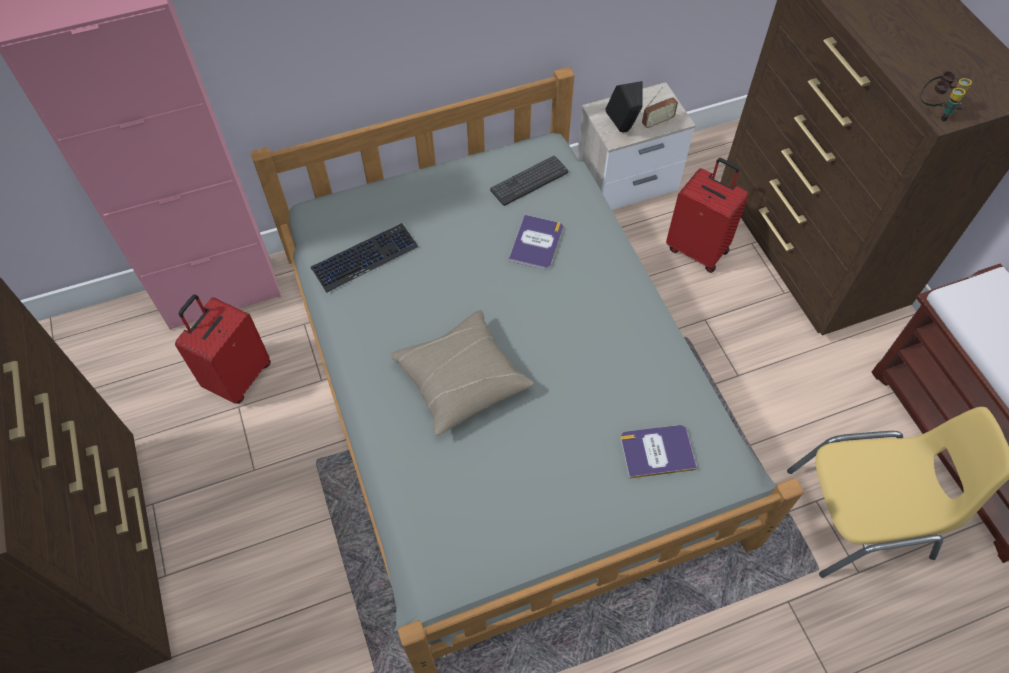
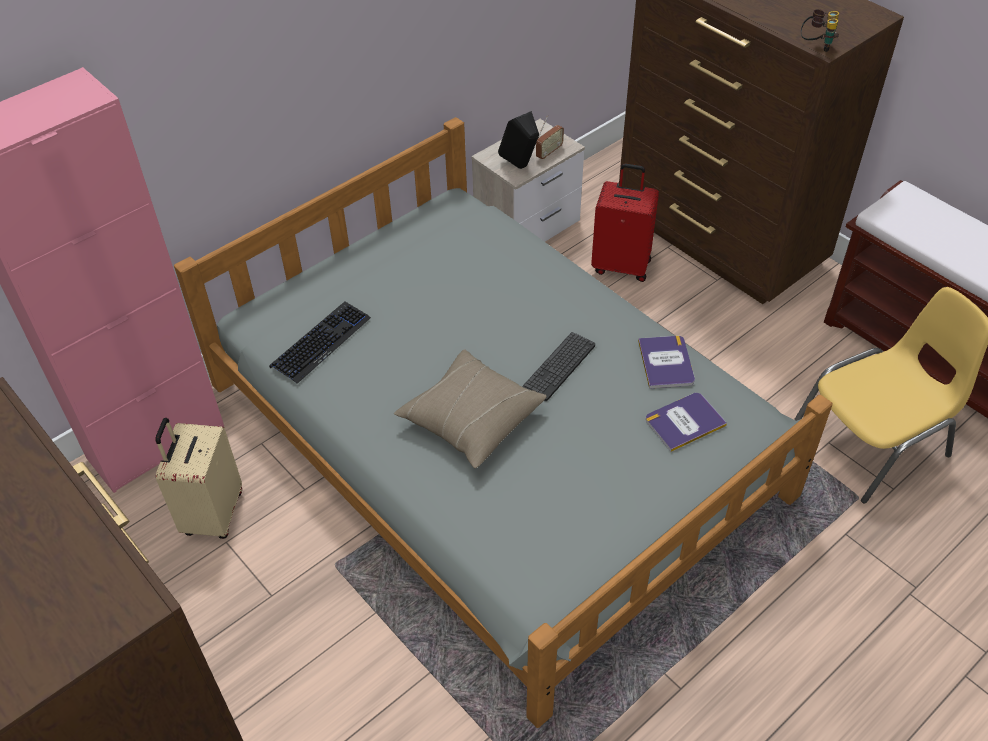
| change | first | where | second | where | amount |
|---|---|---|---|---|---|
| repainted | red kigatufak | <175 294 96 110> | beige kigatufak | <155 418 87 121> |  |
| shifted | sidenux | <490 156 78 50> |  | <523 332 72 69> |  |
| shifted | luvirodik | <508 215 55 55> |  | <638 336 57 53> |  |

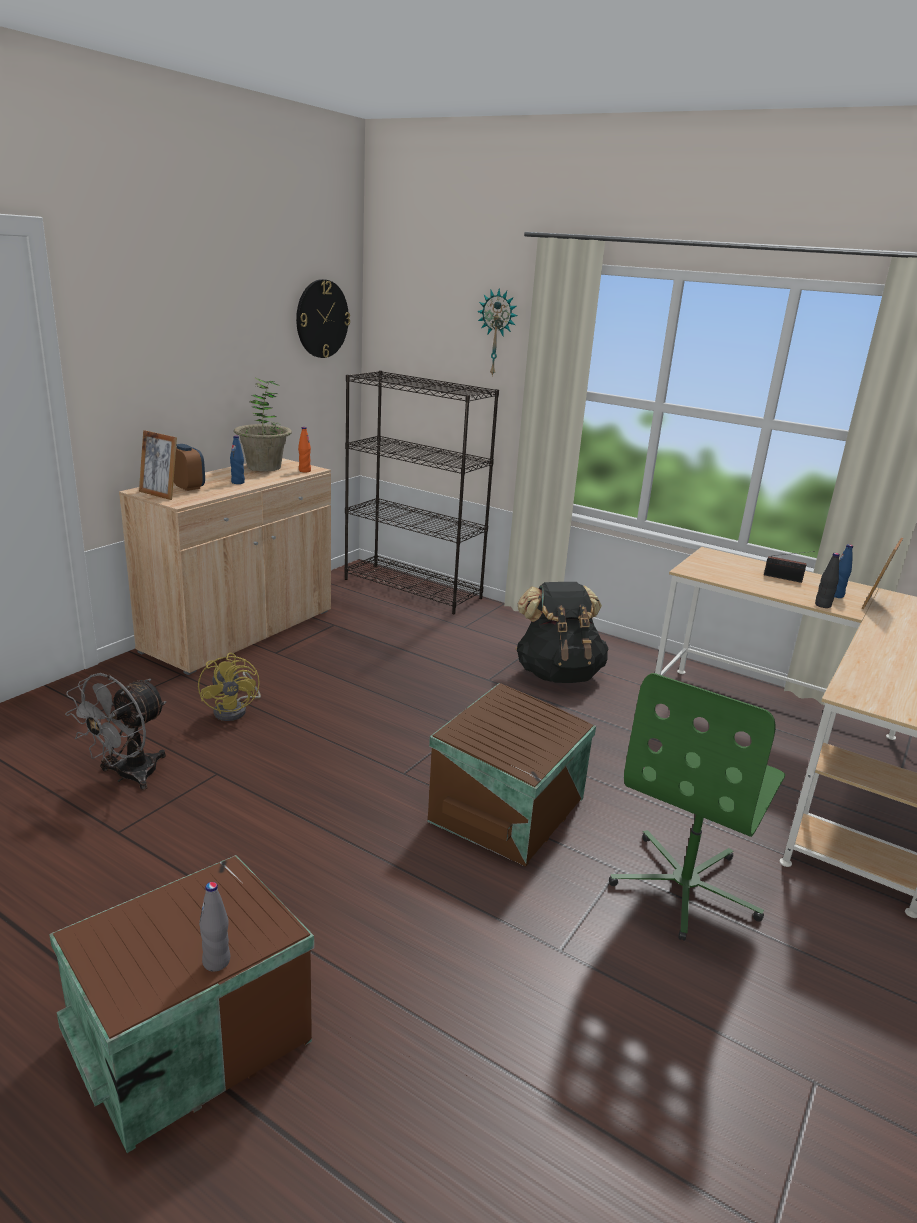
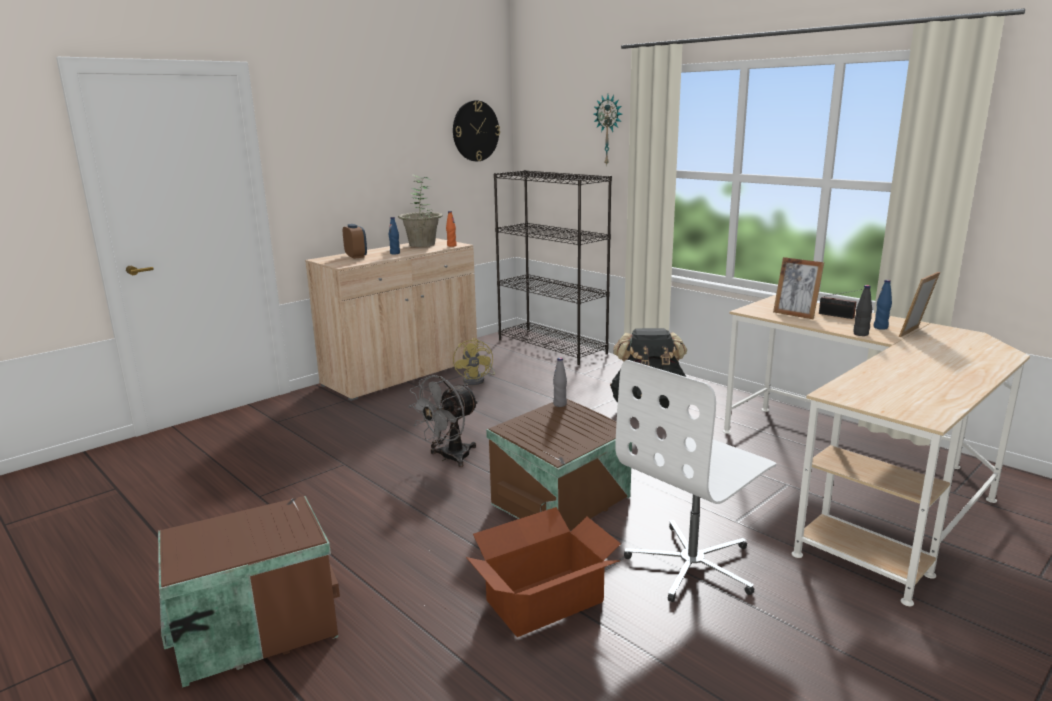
| change | first | where | second | where | amount |
|---|---|---|---|---|---|
| shifted | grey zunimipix | <65 673 102 117> |  | <408 375 71 92> |  |
| shifted | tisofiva | <139 430 38 70> |  | <773 257 51 62> |  |
| shifted | yellow zunimipix | <198 653 63 68> |  | <453 338 42 47> |  |
| shifted | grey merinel | <199 882 31 90> |  | <553 357 14 50> |  |
| repainted | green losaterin | <609 673 176 268> | white losaterin | <615 360 161 242> |  |
| new |  |  | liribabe | <466 507 155 130> |  |

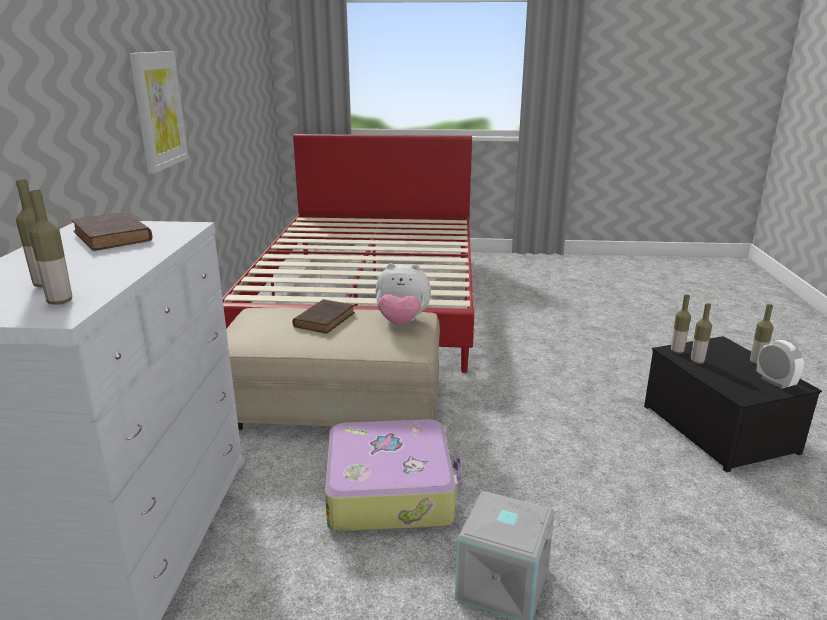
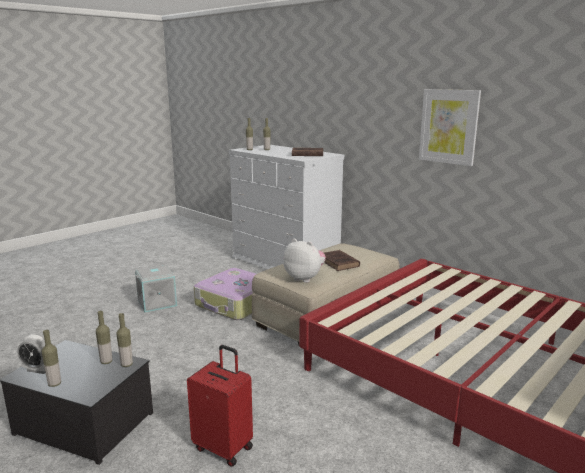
| change | first | where | second | where | amount |
|---|---|---|---|---|---|
| rotated | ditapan | <376 263 55 62> |  | <283 238 43 45> | 75 degrees clockwise |
| new |  |  | red kigatufak | <187 345 66 122> |  |

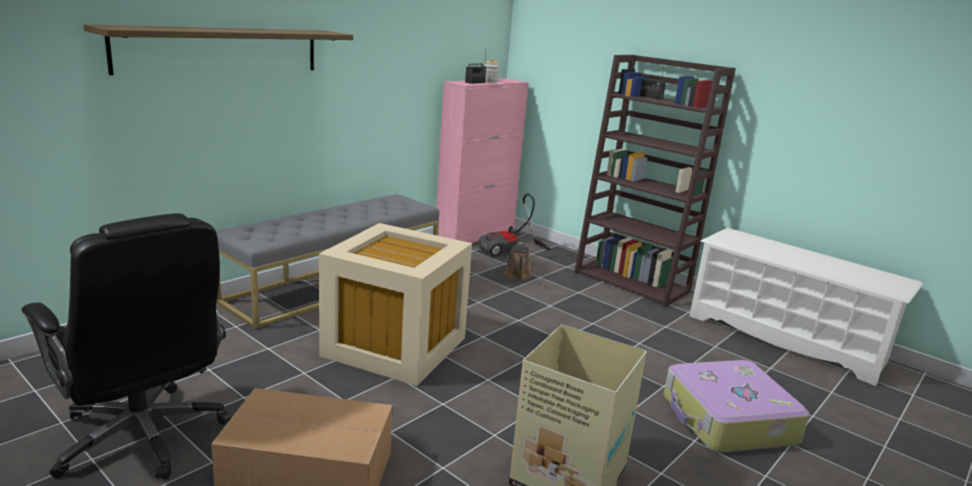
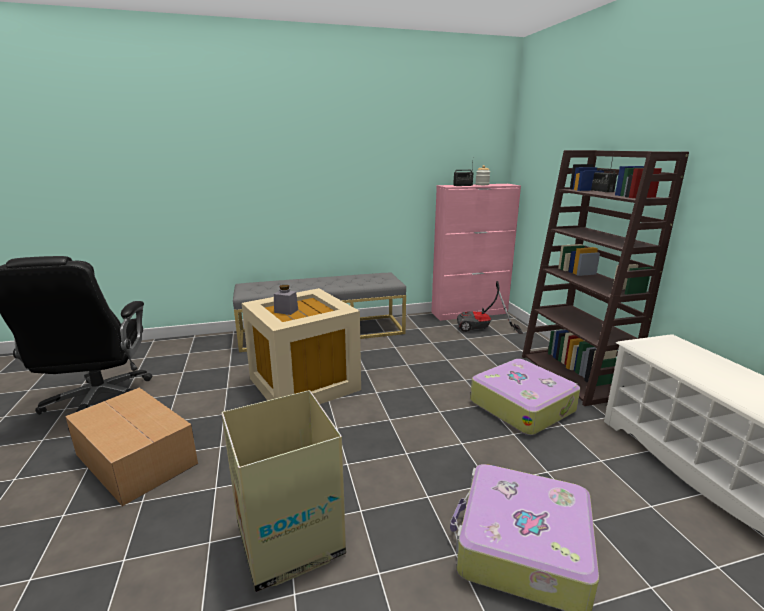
| change | first | where | second | where | amount |
|---|---|---|---|---|---|
| gone | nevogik | <83 24 270 51> |  |  |  |
| gone | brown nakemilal | <504 242 28 39> |  |  |  |
| new |  |  | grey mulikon | <274 285 24 30> |  |
| new |  |  | kigatufak | <470 359 110 76> |  |

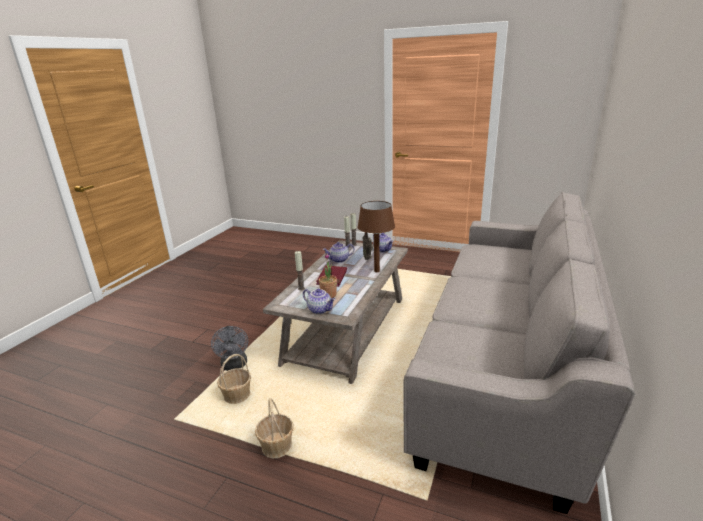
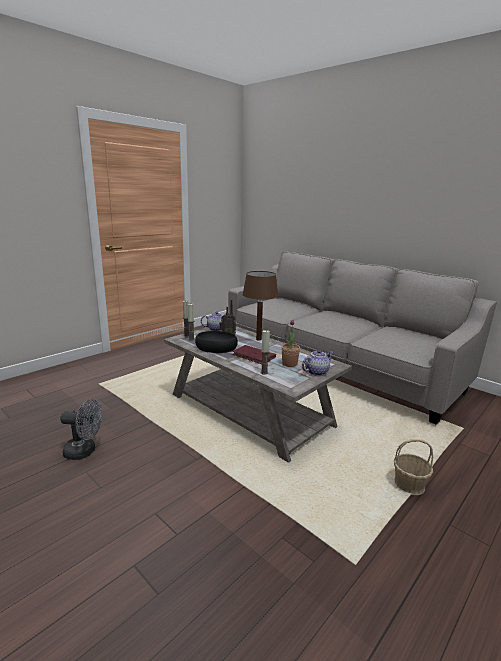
| change | first | where | second | where | amount |
|---|---|---|---|---|---|
| shifted | grey zunimipix | <211 326 37 45> |  | <60 399 42 61> |  |
| gone | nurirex | <217 354 34 50> |  |  |  |
| swapped | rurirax | <323 242 32 21> | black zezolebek | <195 331 43 22> |  |

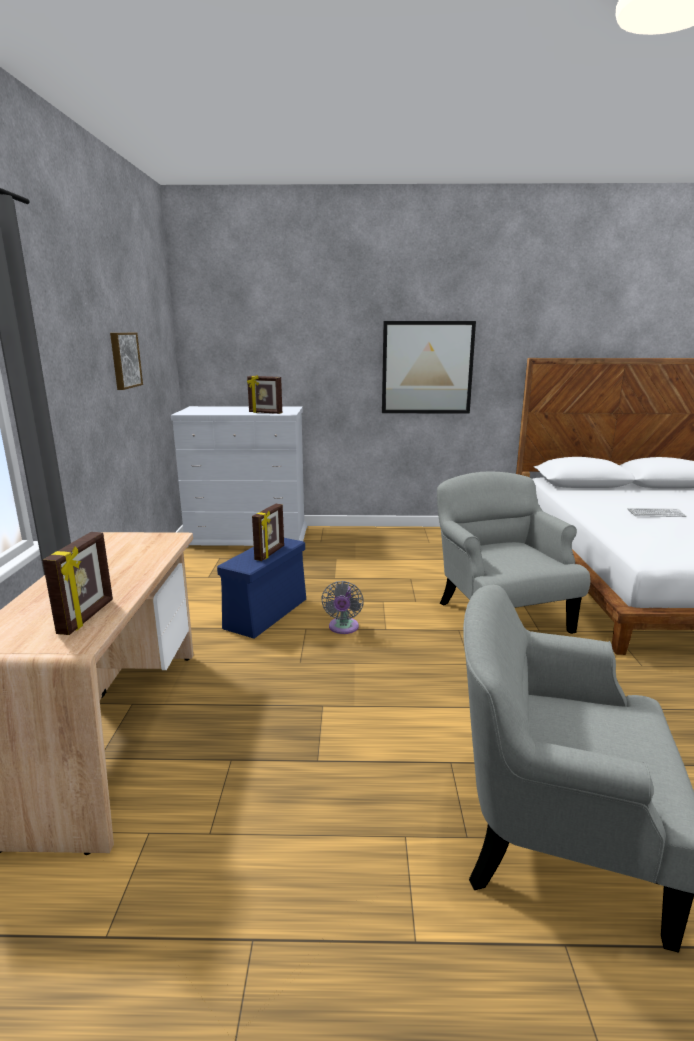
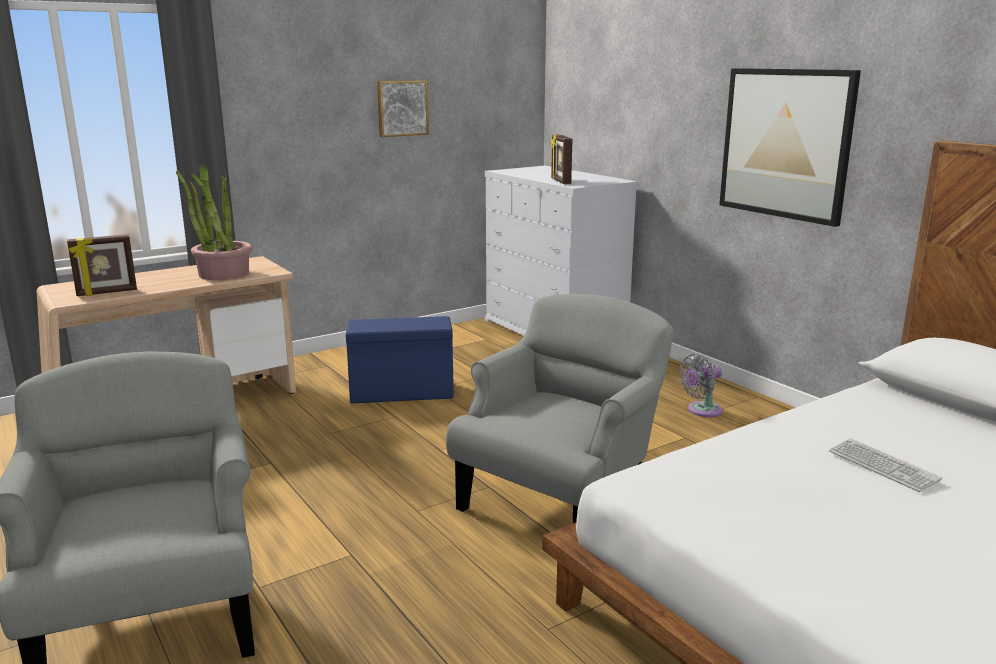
| change | first | where | second | where | amount |
|---|---|---|---|---|---|
| gone | tisofiva | <252 504 32 57> |  |  |  |
| shifted | grey zunimipix | <321 581 43 53> |  | <679 354 44 63> |  |
| new |  |  | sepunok | <176 165 76 115> |  |

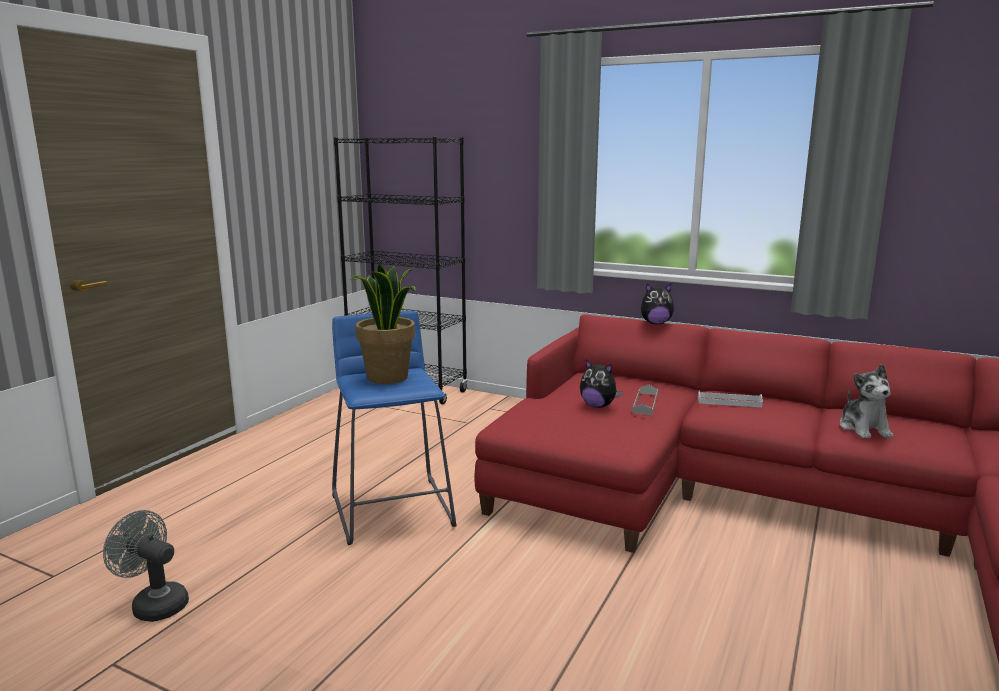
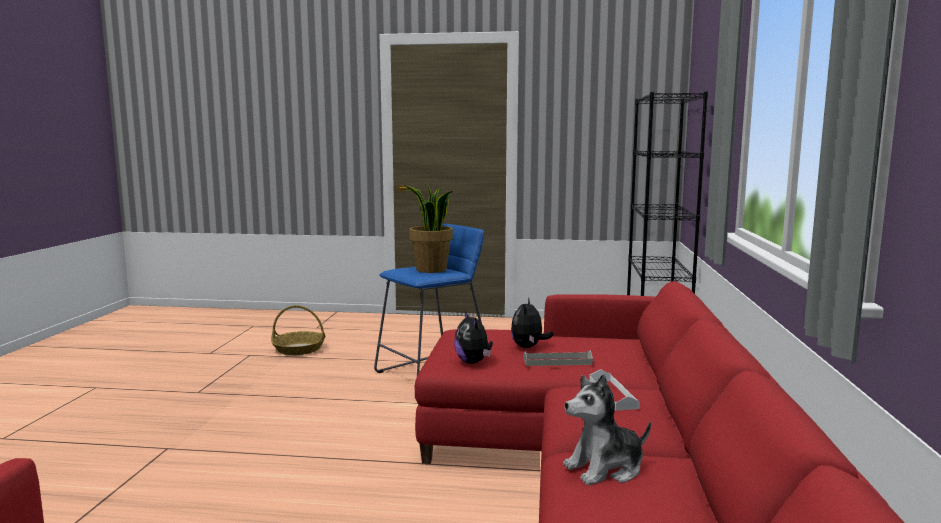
| change | first | where | second | where | amount |
|---|---|---|---|---|---|
| swapped | grey zunimipix | <103 510 86 112> | nurirex | <271 305 54 50> |  |
| shifted | ditapan | <641 284 33 40> |  | <454 311 39 53> |  |

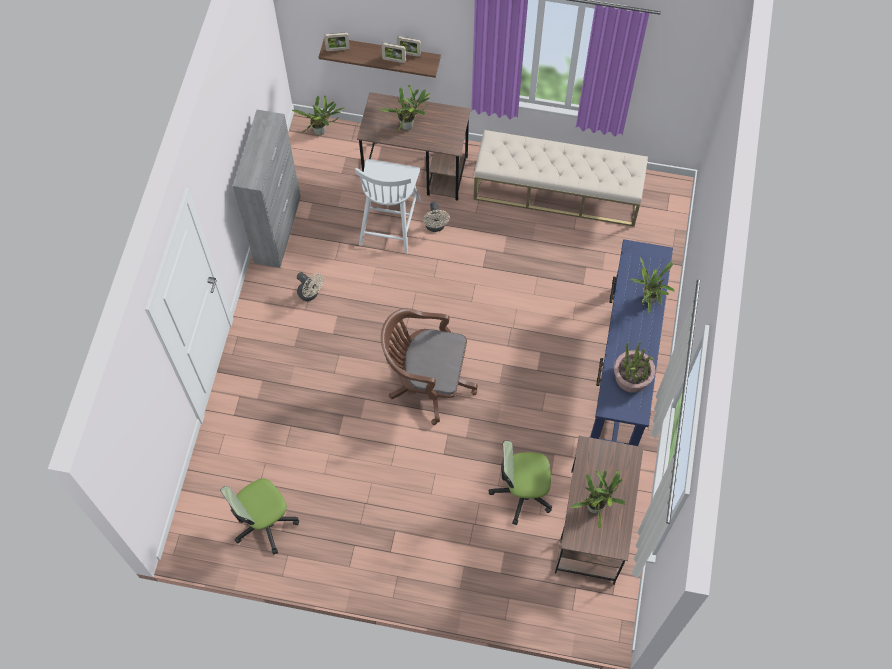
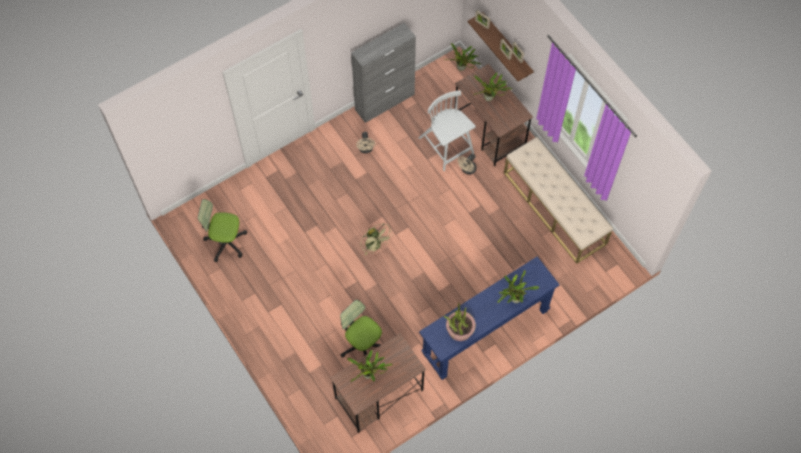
| change | first | where | second | where | amount |
|---|---|---|---|---|---|
| rotated | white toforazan | <355 159 66 95> |  | <419 91 57 80> | 90 degrees clockwise |
| swapped | brown losaterin | <381 308 97 117> | green zunimipix | <360 223 33 32> |  |

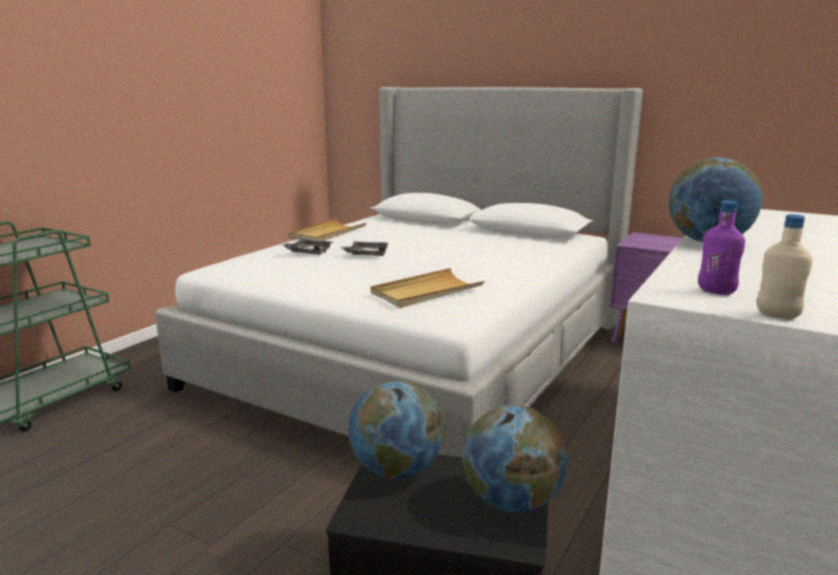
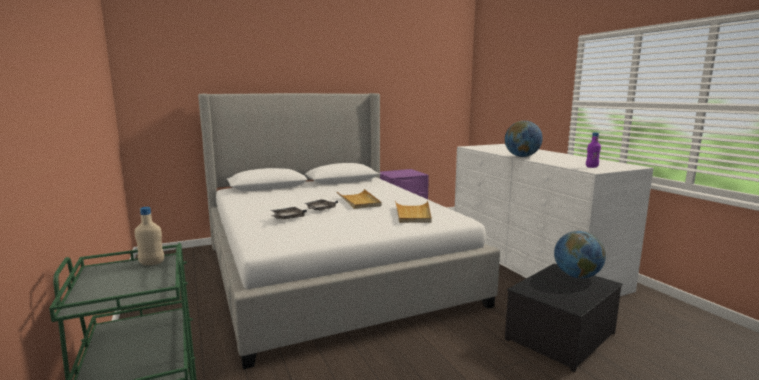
| change | first | where | second | where | amount |
|---|---|---|---|---|---|
| shifted | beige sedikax | <289 218 77 23> |  | <336 189 46 20> |  |
| gone | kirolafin | <348 380 96 99> |  |  |  |
| shifted | beige merinel | <756 214 56 106> |  | <135 207 29 58> |  |

